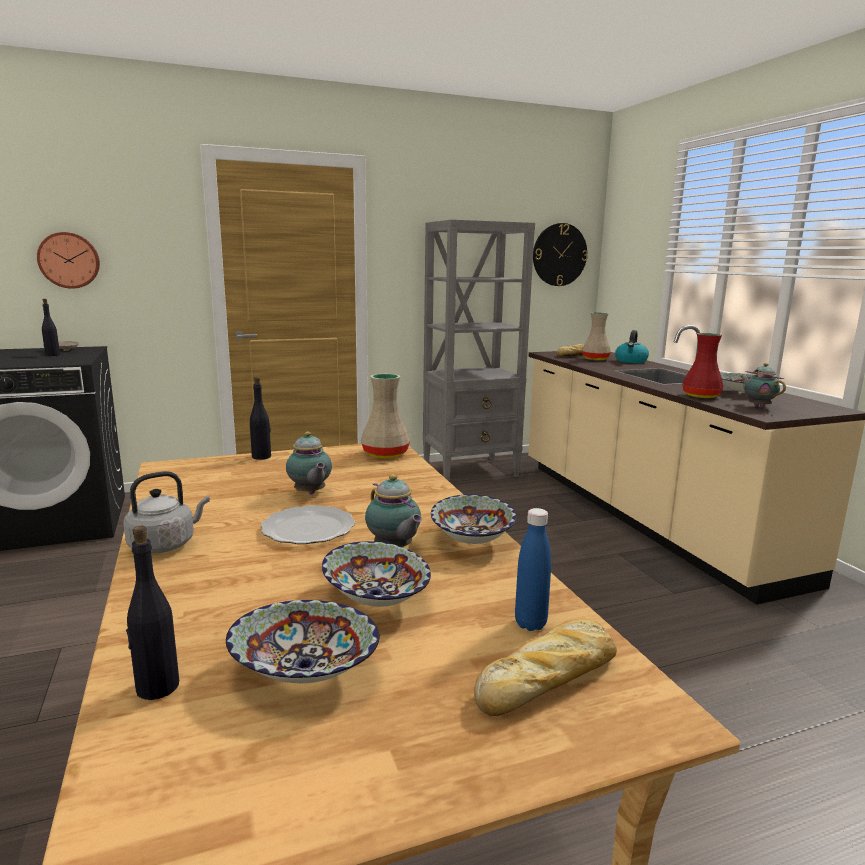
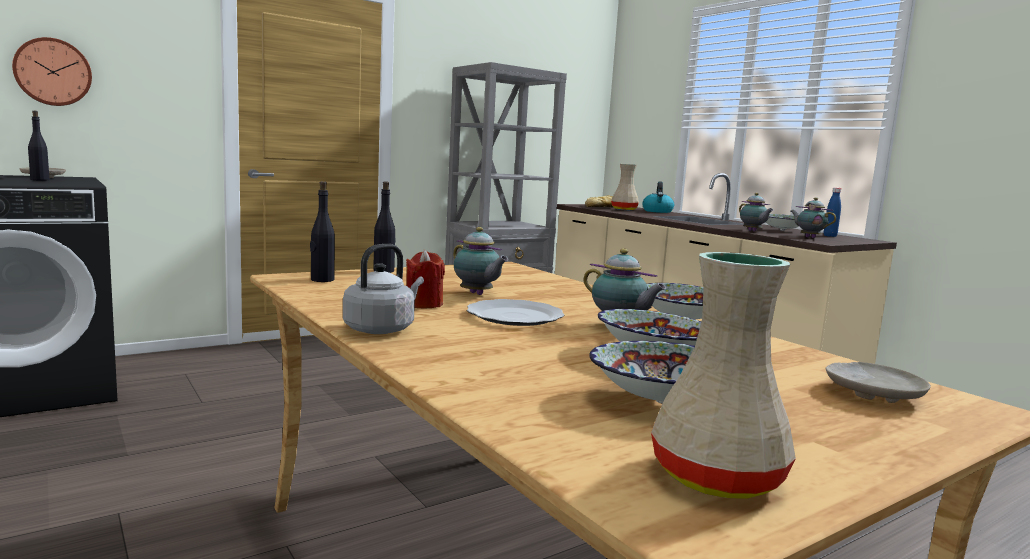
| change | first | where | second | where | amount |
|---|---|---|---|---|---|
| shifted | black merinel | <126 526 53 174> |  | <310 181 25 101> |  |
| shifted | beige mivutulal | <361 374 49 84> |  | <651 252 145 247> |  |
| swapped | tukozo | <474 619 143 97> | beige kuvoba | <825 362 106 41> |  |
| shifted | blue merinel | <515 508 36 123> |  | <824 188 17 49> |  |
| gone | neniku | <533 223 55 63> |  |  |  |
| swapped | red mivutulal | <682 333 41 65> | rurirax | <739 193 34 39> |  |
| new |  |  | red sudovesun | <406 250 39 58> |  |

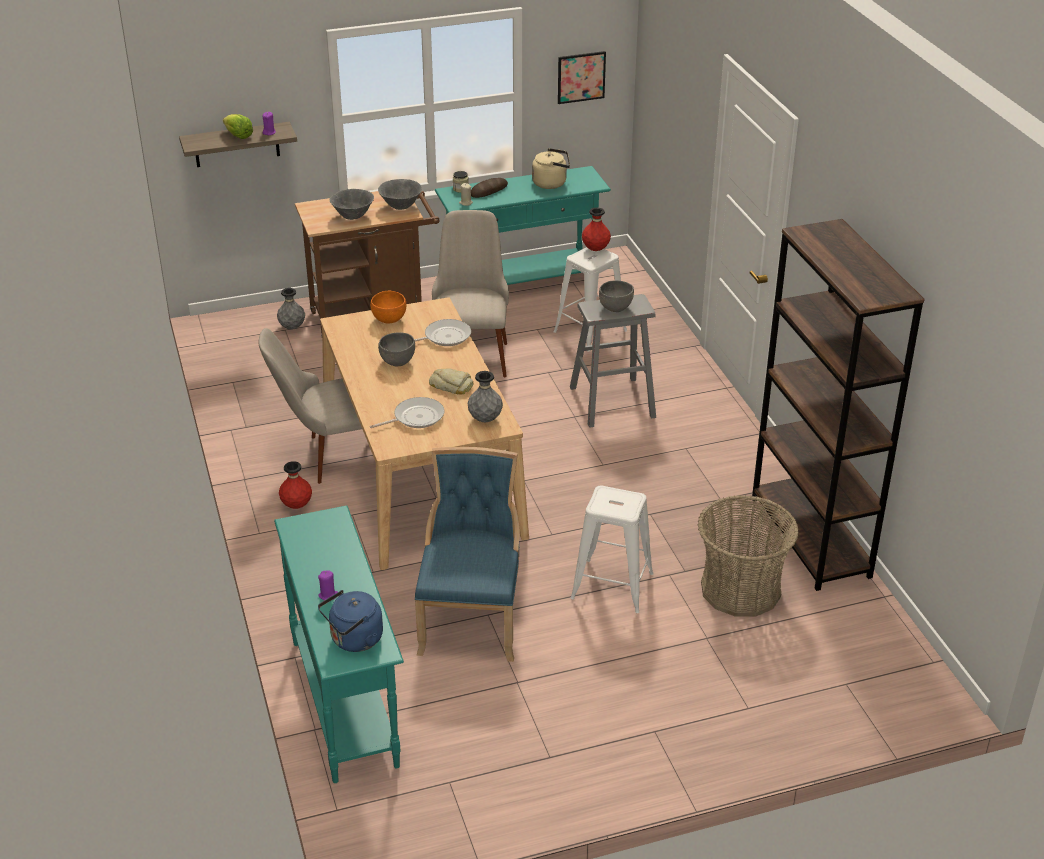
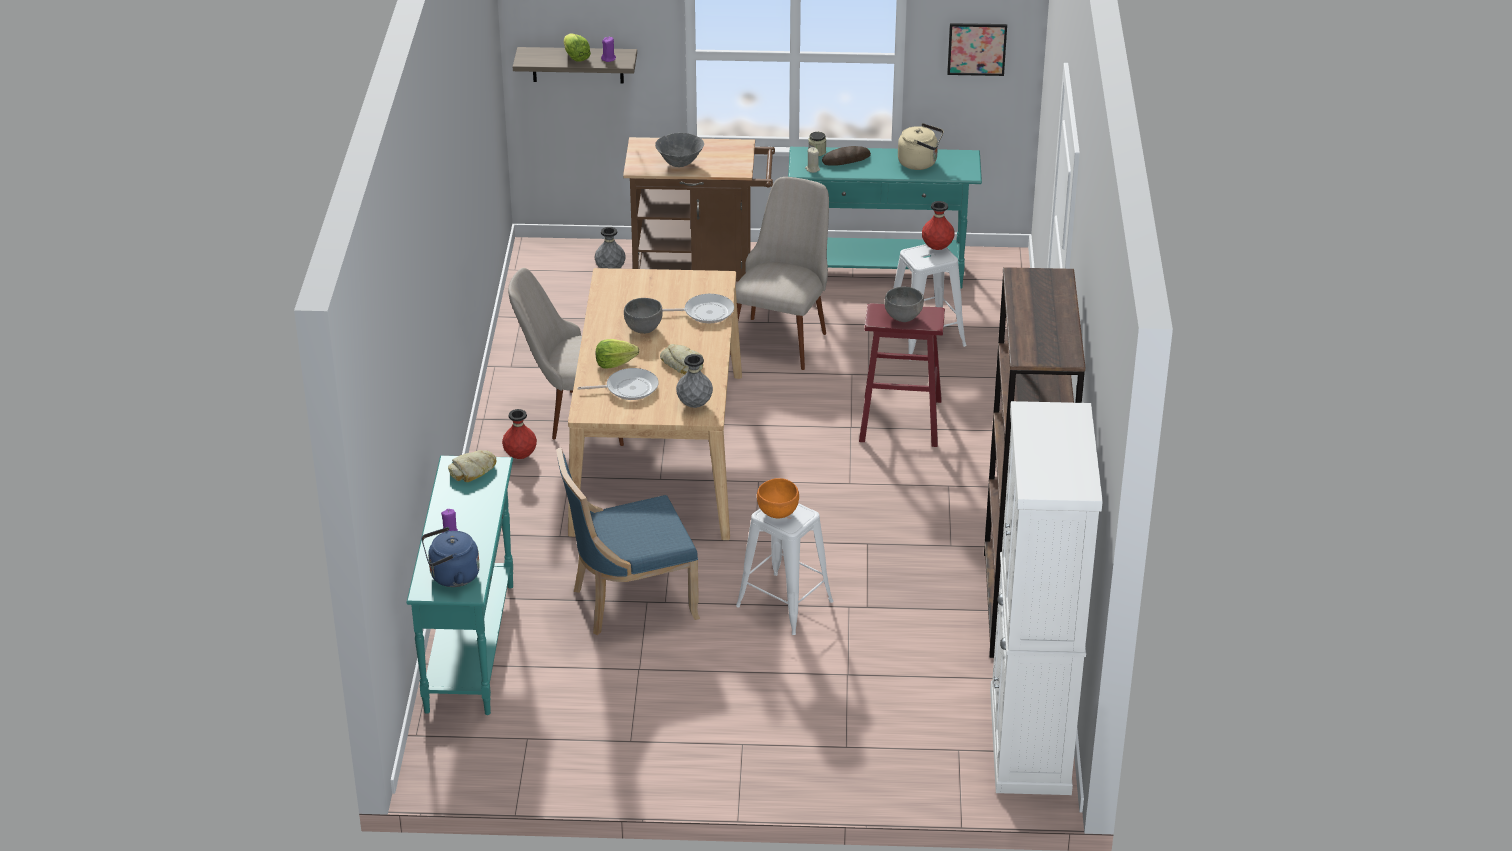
| change | first | where | second | where | amount |
|---|---|---|---|---|---|
| shifted | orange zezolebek | <370 291 36 33> |  | <757 478 42 40> |  |
| gone | grey zezolebek | <378 179 44 31> |  |  |  |
| rotated | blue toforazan | <415 447 105 215> |  | <556 447 144 188> | 135 degrees counterclockwise |
| repainted | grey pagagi | <570 294 86 134> | red pagagi | <859 303 86 144> |  |
| gone | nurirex | <698 495 101 122> |  |  |  |
| new |  |  | tukozo | <448 450 48 32> |  |
| new |  |  | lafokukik | <596 339 43 30> |  |
| new |  |  | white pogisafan | <990 401 113 394> |  |

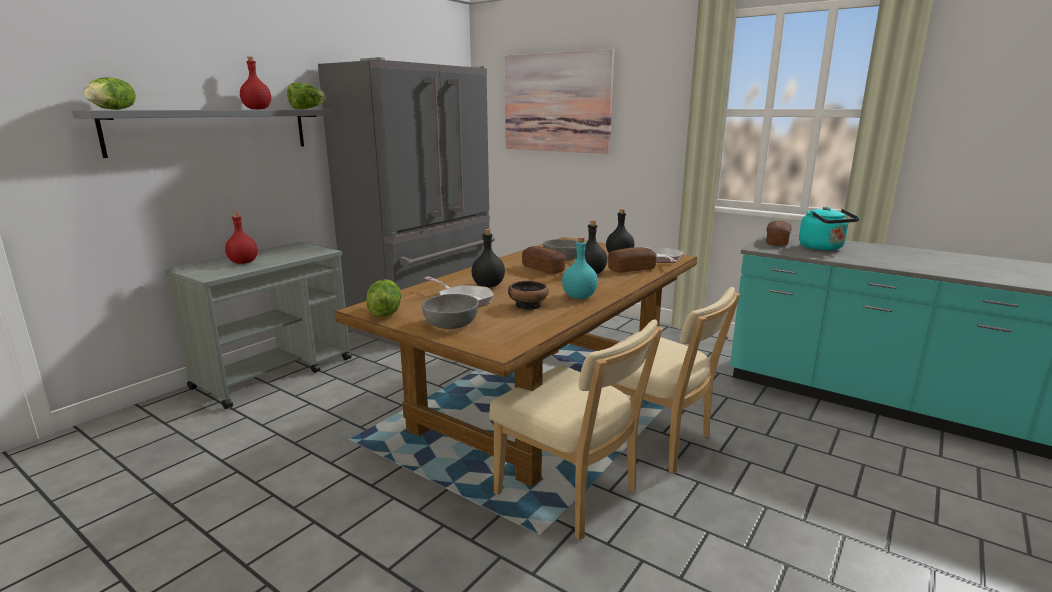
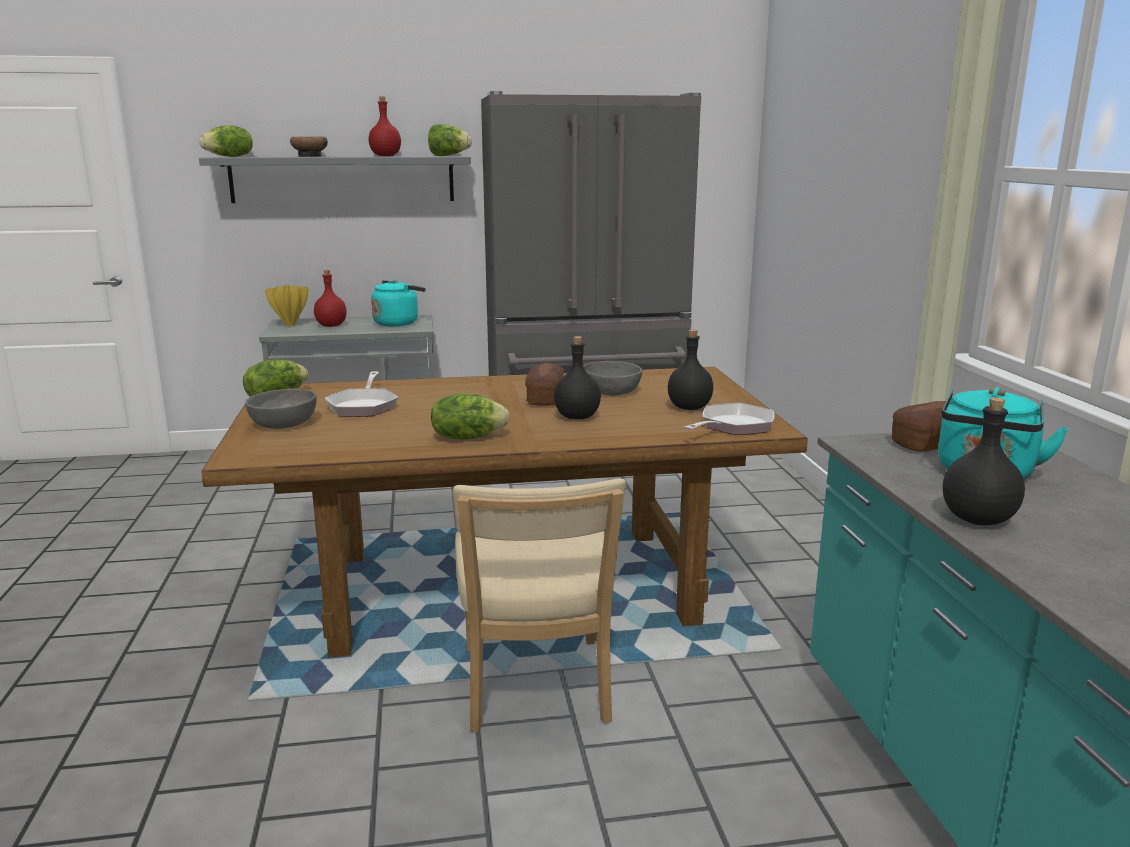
| change | first | where | second | where | amount |
|---|---|---|---|---|---|
| shifted | black merinel | <472 229 33 58> |  | <942 398 83 127> |  |
| gone | beige toforazan | <489 319 174 221> |  |  |  |
| gone | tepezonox | <505 49 109 105> |  |  |  |
| shifted | zezolebek | <508 281 41 29> |  | <290 137 38 20> |  |
| swapped | turquoise merinel | <562 237 36 62> | lafokukik | <431 393 79 47> |  |
| gone | tukozo | <608 247 49 26> |  |  |  |
| new |  |  | yellow mivutulal | <265 285 43 41> |  |
| new |  |  | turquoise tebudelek | <371 280 55 46> |  |

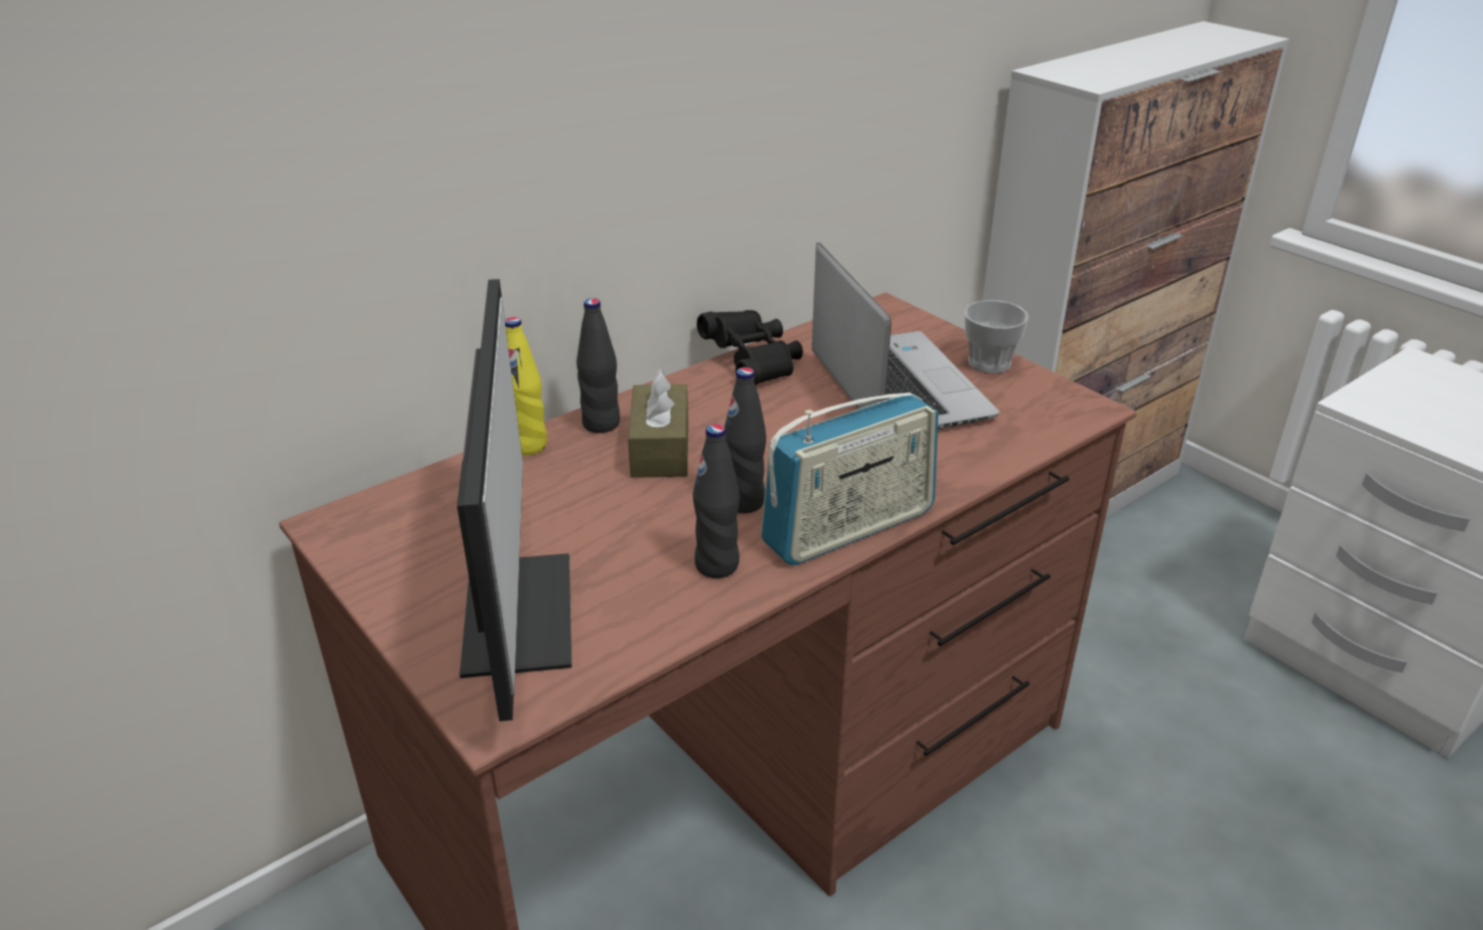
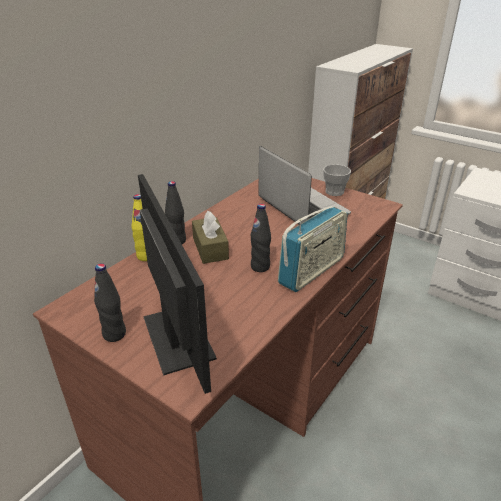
| change | first | where | second | where | amount |
|---|---|---|---|---|---|
| shifted | black merinel | <693 424 47 154> |  | <94 263 32 79> |  |
| gone | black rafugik | <697 310 106 75> |  |  |  |

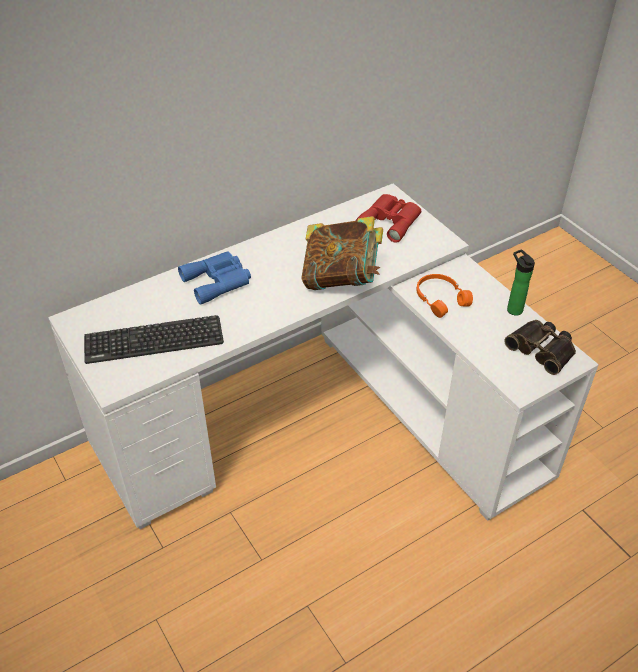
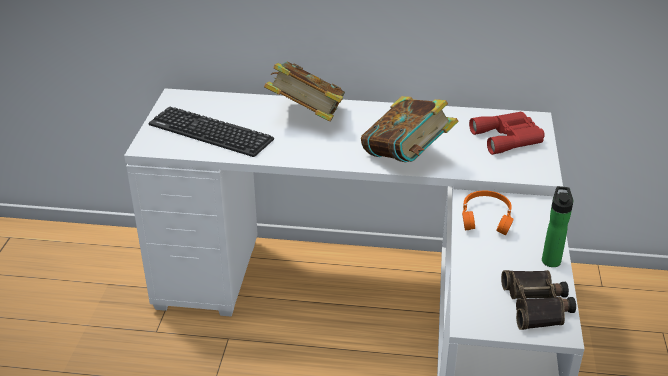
| change | first | where | second | where | amount |
|---|---|---|---|---|---|
| swapped | blue rafugik | <178 251 73 54> | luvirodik | <264 61 81 61> |  |

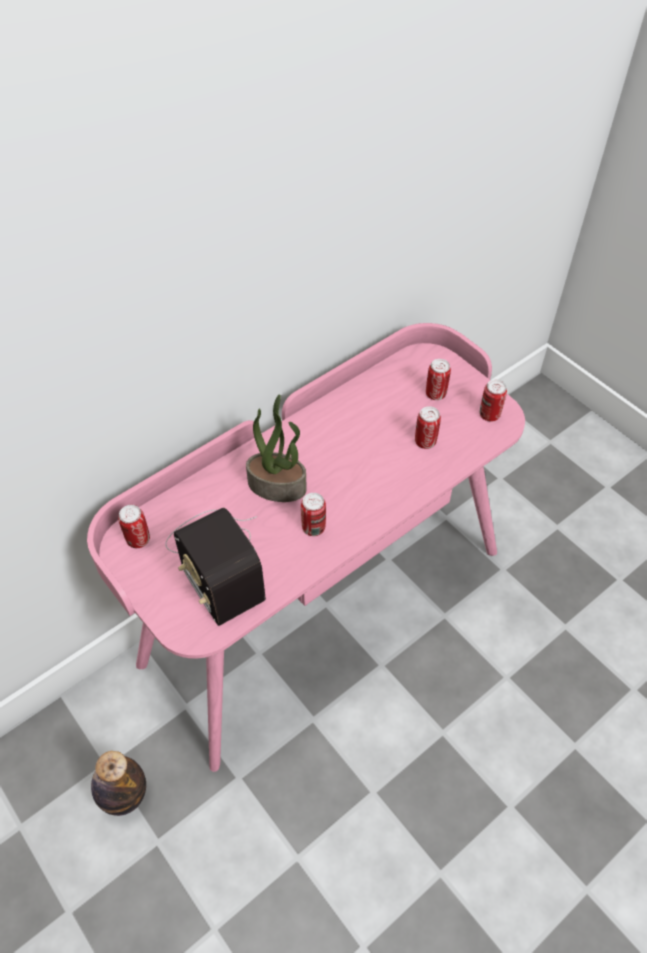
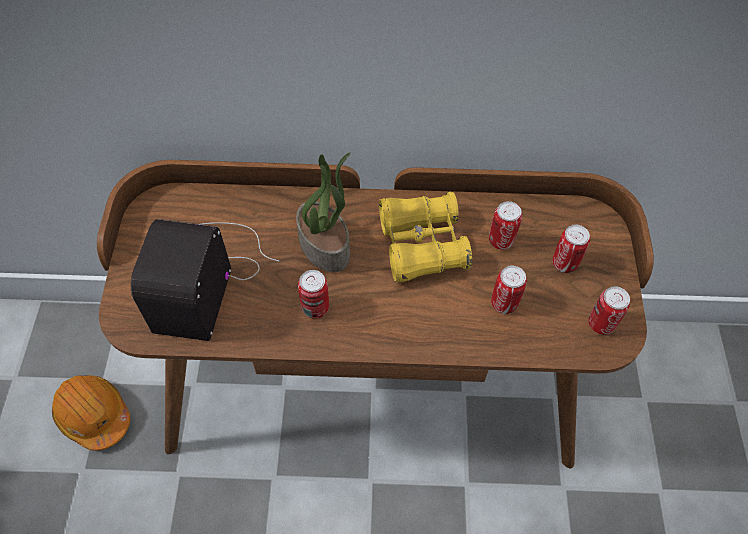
| change | first | where | second | where | amount |
|---|---|---|---|---|---|
| repainted | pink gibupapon | <87 323 438 449> | brown gibupapon | <97 160 557 309> |  |
| swapped | merinel | <91 751 55 65> | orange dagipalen | <52 375 78 76> |  |
| shifted | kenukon | <118 505 32 43> |  | <489 201 33 49> |  |
| new |  |  | yellow rafugik | <379 192 93 90> |  |

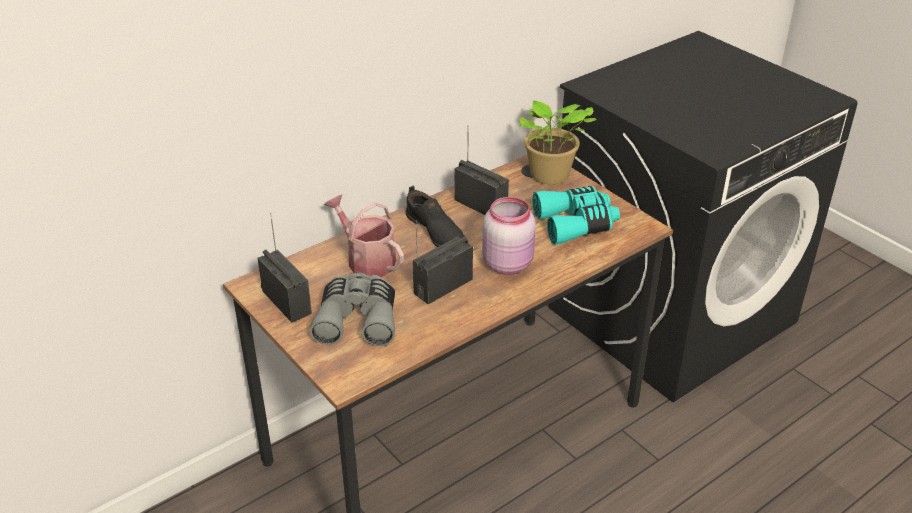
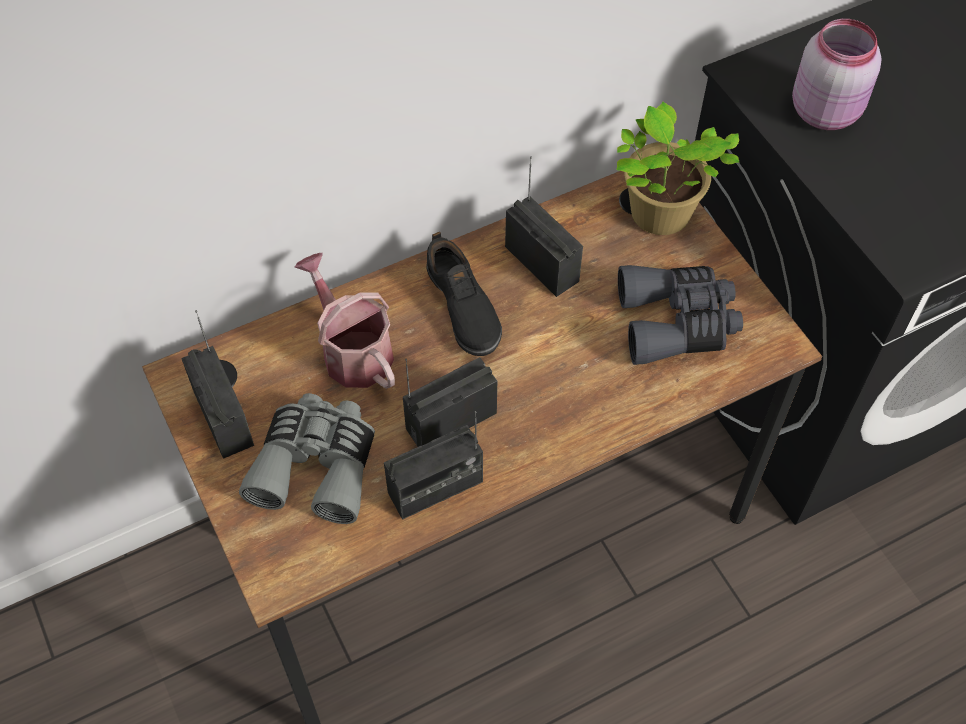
| change | first | where | second | where | amount |
|---|---|---|---|---|---|
| shifted | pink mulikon | <482 197 54 78> |  | <792 19 89 111> |  |
| repainted | turquoise rafugik | <532 186 88 59> | grey rafugik | <618 265 125 100> |  |
| new |  |  | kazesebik | <384 411 99 108> |  |

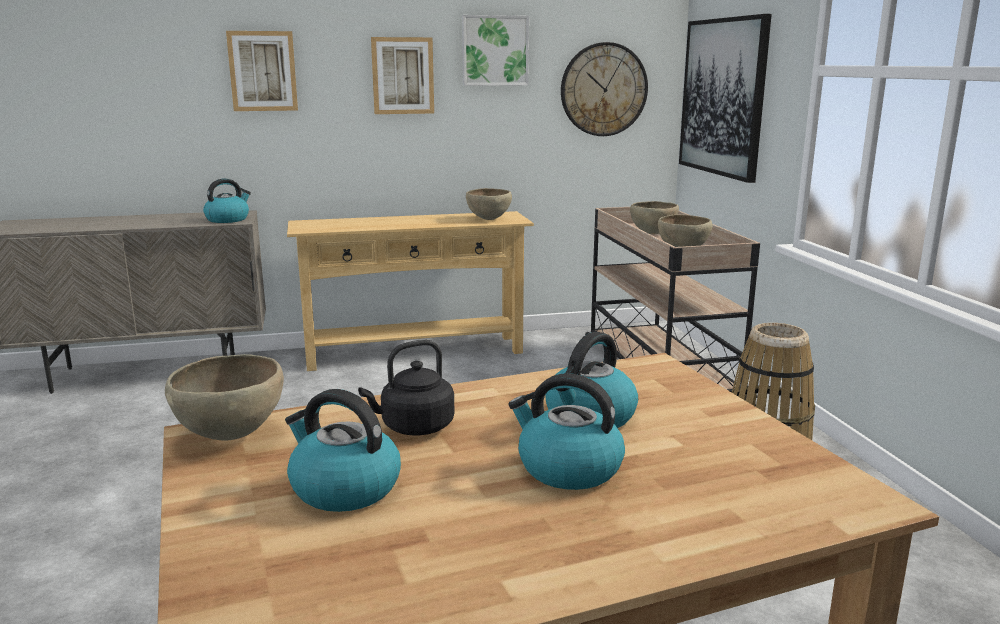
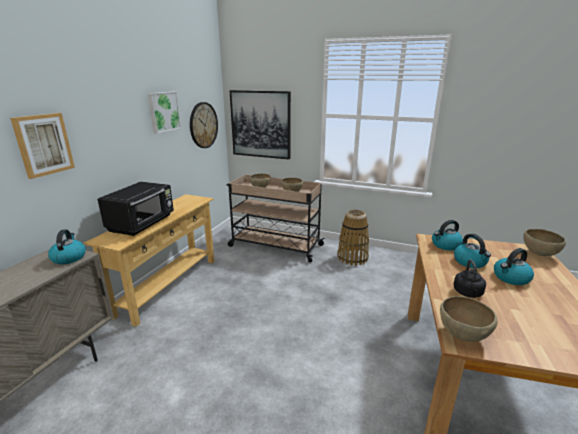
| change | first | where | second | where | amount |
|---|---|---|---|---|---|
| shifted | tebudelek | <285 389 116 123> |  | <432 220 31 31> |  |
| gone | tepezonox | <371 37 63 77> |  |  |  |
| shifted | brown zezolebek | <466 188 46 32> |  | <523 229 43 27> |  |
| new |  |  | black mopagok | <98 182 76 54> |  |

